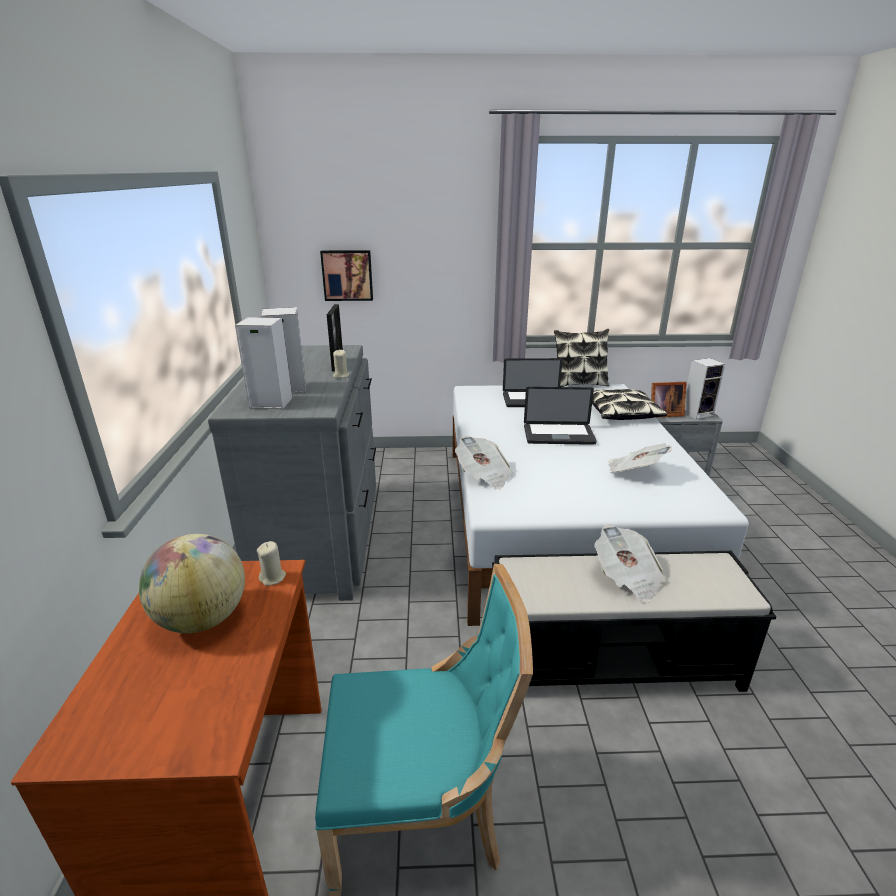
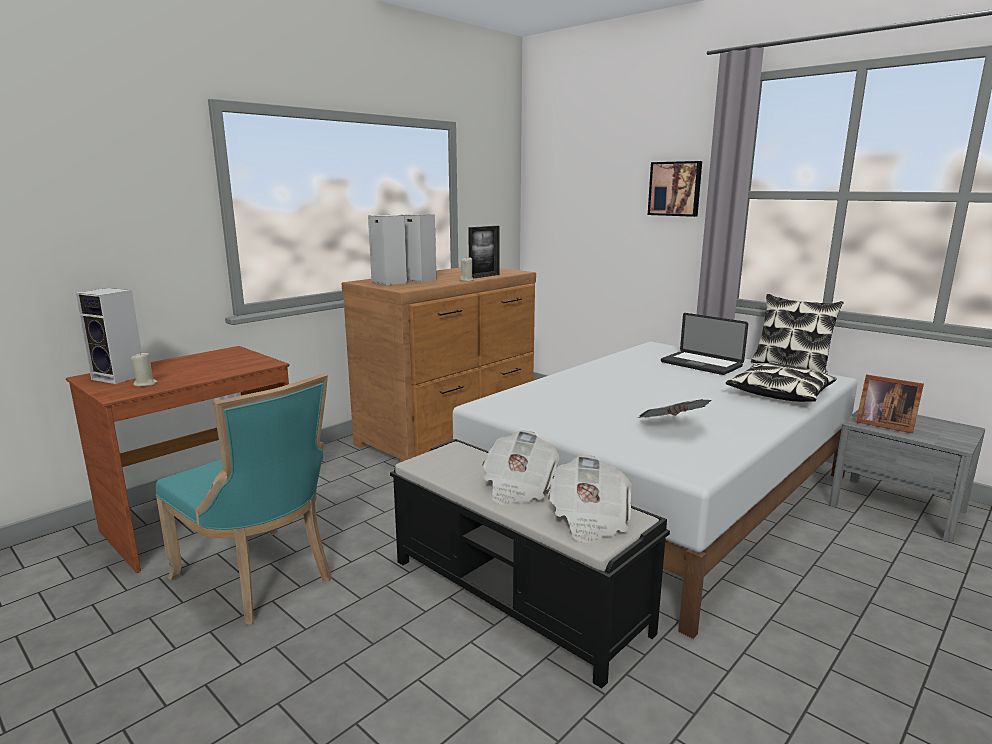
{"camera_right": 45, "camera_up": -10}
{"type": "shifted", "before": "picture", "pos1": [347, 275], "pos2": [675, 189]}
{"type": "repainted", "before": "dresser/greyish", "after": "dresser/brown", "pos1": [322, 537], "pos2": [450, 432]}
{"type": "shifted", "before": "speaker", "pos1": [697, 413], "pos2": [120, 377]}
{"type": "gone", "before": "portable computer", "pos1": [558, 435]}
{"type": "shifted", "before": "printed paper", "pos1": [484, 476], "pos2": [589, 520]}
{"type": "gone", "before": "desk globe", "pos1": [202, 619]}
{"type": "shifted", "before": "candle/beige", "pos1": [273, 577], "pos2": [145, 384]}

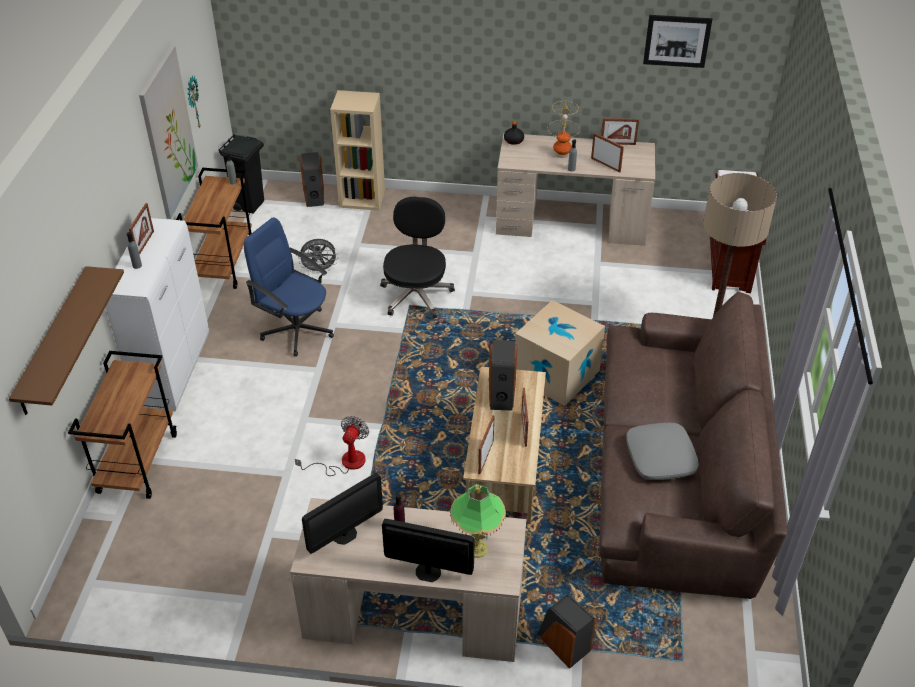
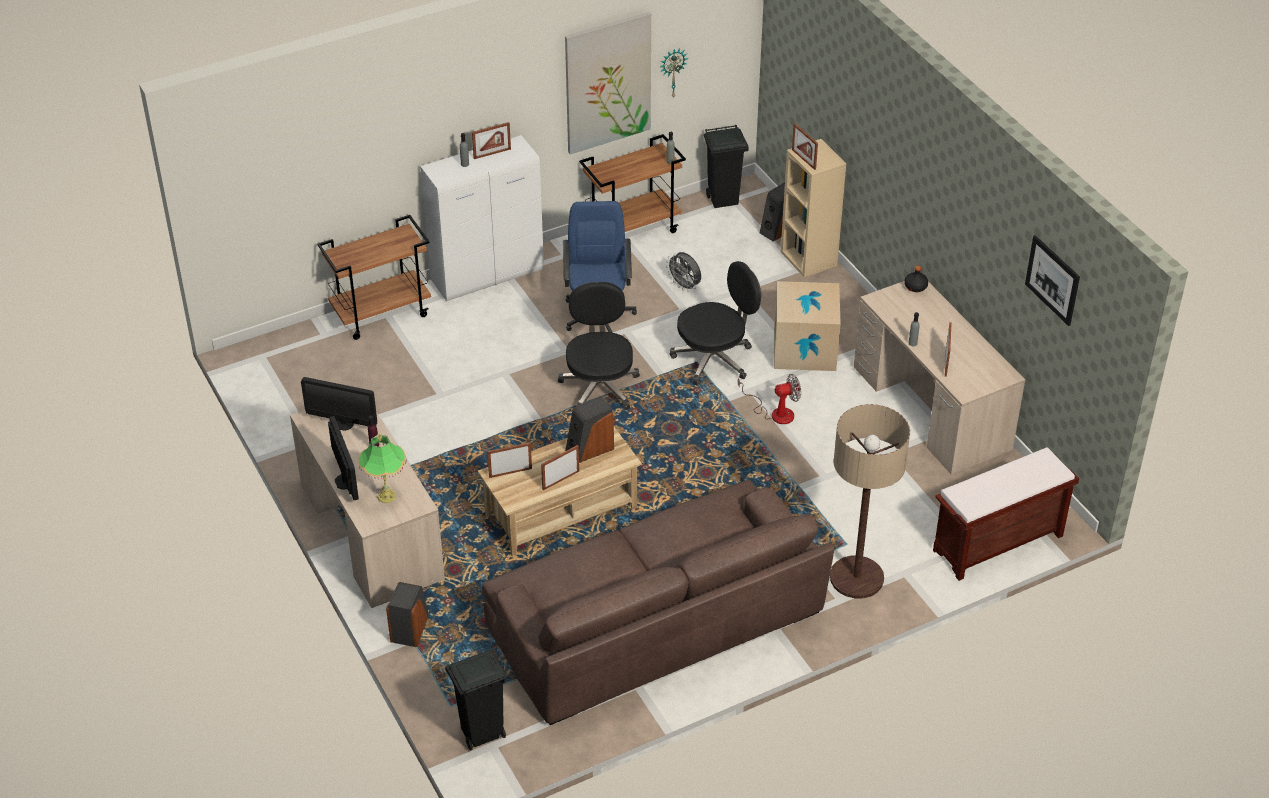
{"camera_right": 55, "camera_up": 0}
{"type": "gone", "before": "table lamp", "pos1": [562, 154]}
{"type": "shifted", "before": "standing frame", "pos1": [618, 144], "pos2": [803, 159]}
{"type": "gone", "before": "bracket shelf/brown", "pos1": [53, 341]}
{"type": "shifted", "before": "carton", "pos1": [556, 375], "pos2": [804, 349]}
{"type": "shifted", "before": "electric fan", "pos1": [344, 462], "pos2": [775, 412]}
{"type": "gone", "before": "throw pillow/greyish", "pos1": [661, 457]}
{"type": "new", "after": "computer chair/black", "pos2": [599, 386]}
{"type": "new", "after": "rubbish bin/black", "pos2": [481, 734]}

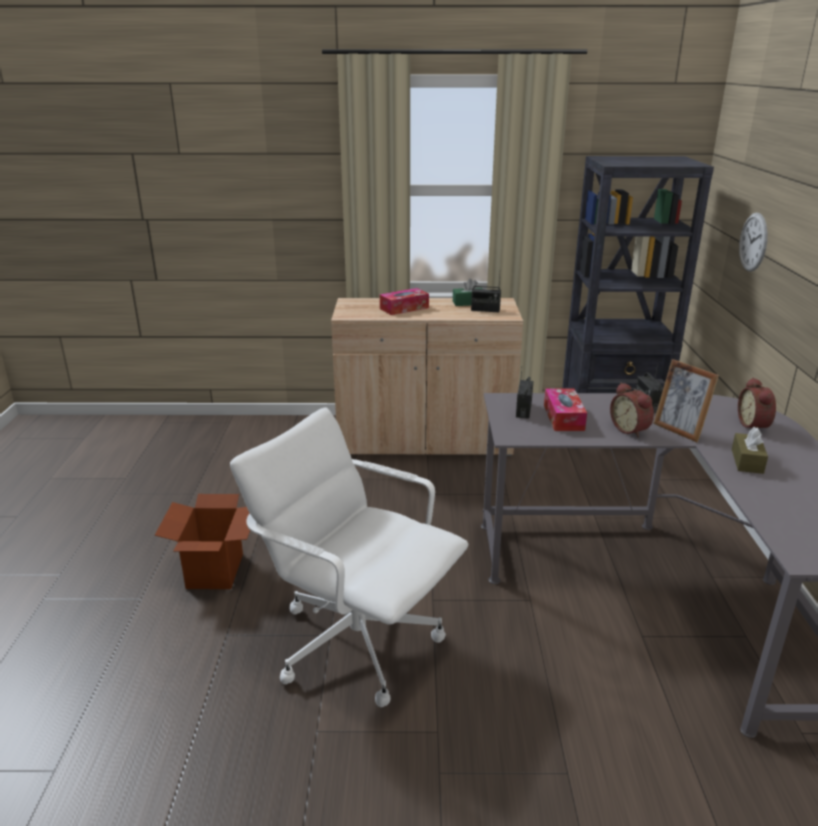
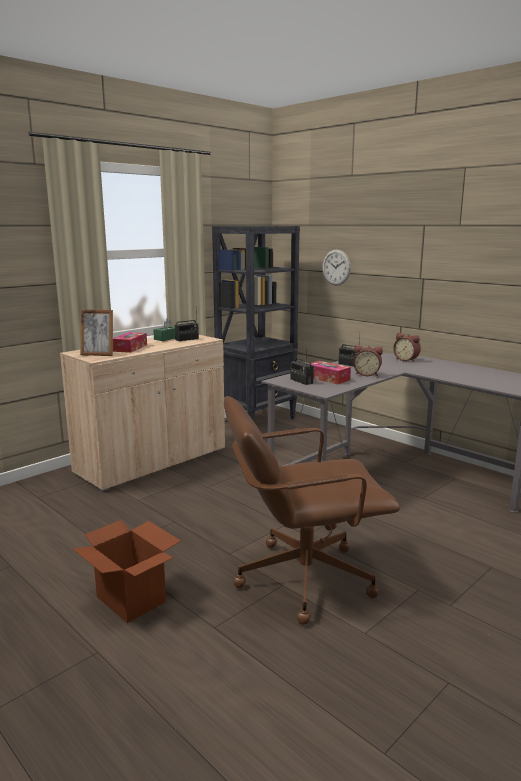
{"camera_right": -45, "camera_up": -10}
{"type": "shifted", "before": "standing frame", "pos1": [679, 430], "pos2": [98, 354]}
{"type": "repainted", "before": "computer chair/white-coloured", "after": "computer chair/brown", "pos1": [357, 640], "pos2": [303, 577]}
{"type": "gone", "before": "tissue box/brown", "pos1": [747, 461]}

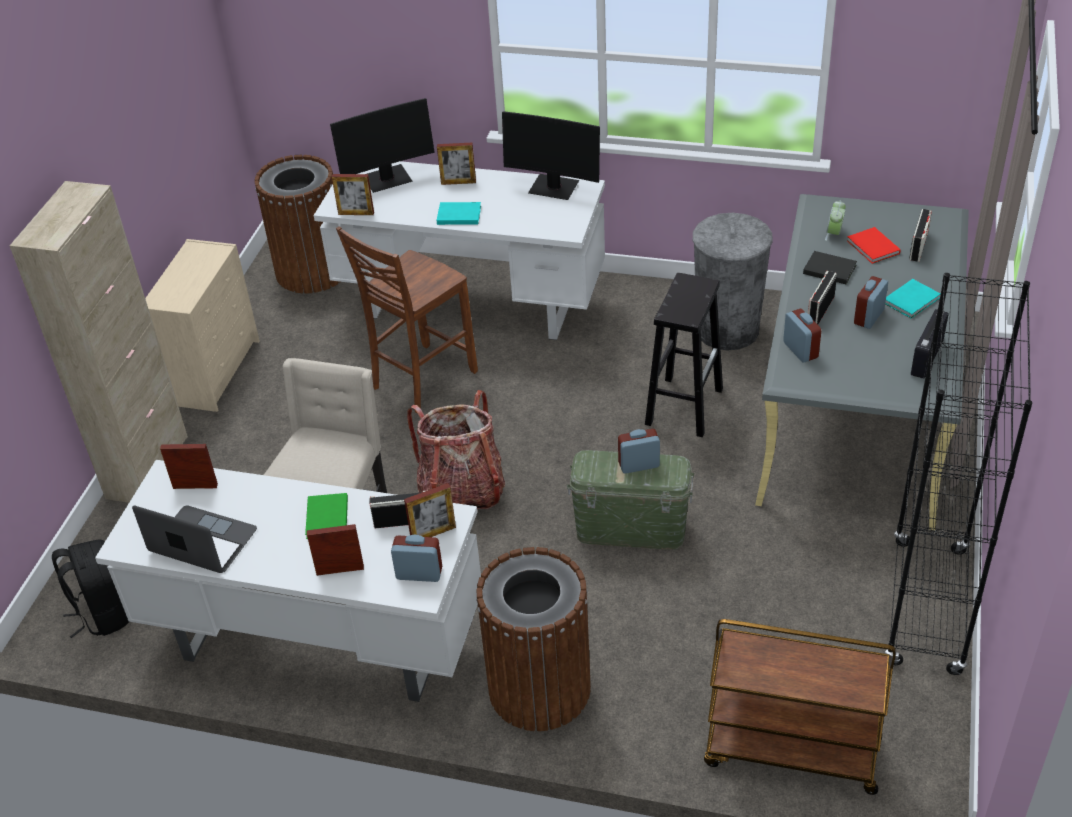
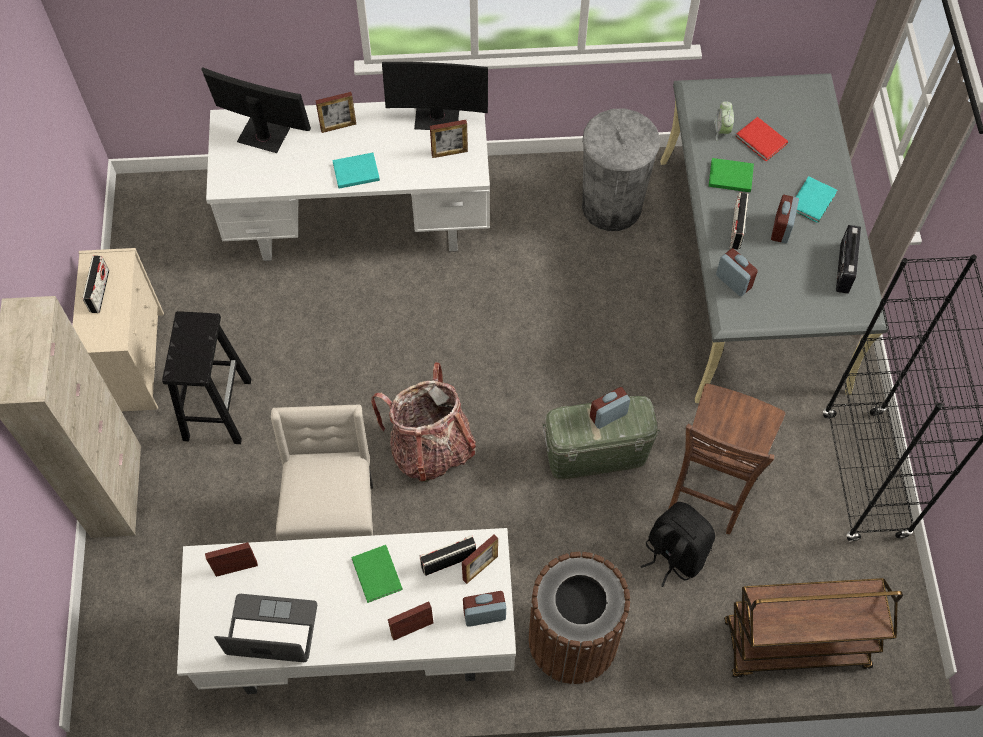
{"camera_right": -20, "camera_up": 20}
{"type": "rotated", "before": "computer display", "pos1": [387, 179], "pos2": [263, 136], "turn": -120}
{"type": "gone", "before": "rubbish bin/brown", "pos1": [312, 270]}
{"type": "shifted", "before": "standing frame", "pos1": [356, 213], "pos2": [449, 153]}
{"type": "shifted", "before": "radio", "pos1": [918, 246], "pos2": [99, 291]}
{"type": "shifted", "before": "chair/brown", "pos1": [421, 380], "pos2": [710, 488]}
{"type": "repainted", "before": "bound book/black", "after": "bound book/green", "pos1": [828, 269], "pos2": [729, 175]}
{"type": "shifted", "before": "sitting stool/black", "pos1": [684, 405], "pos2": [217, 408]}
{"type": "shifted", "before": "knapsack/black", "pos1": [104, 613], "pos2": [673, 554]}

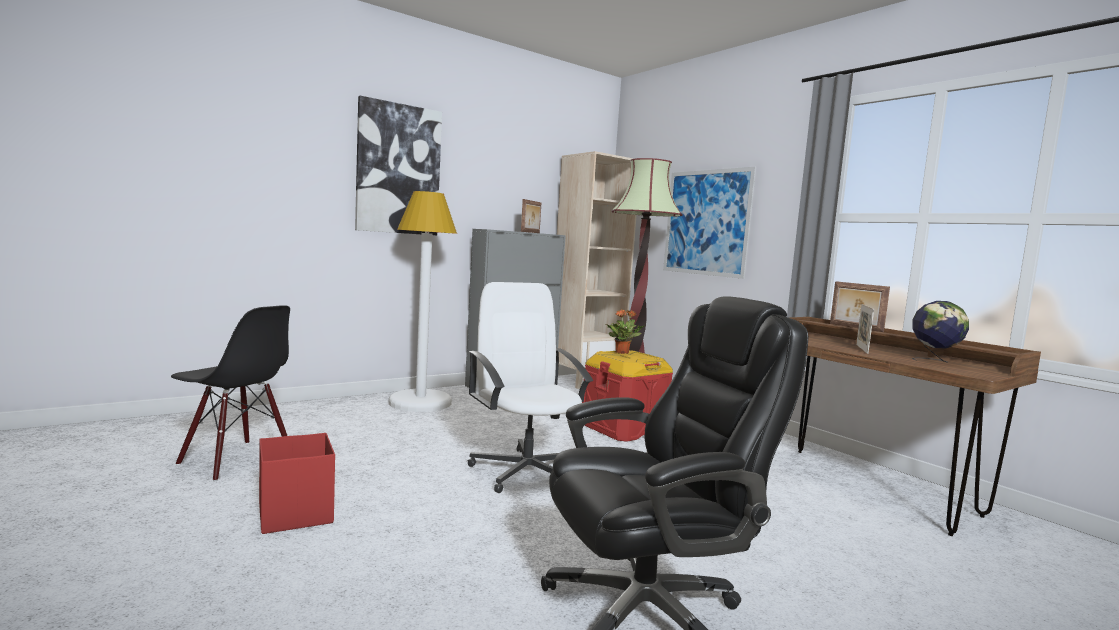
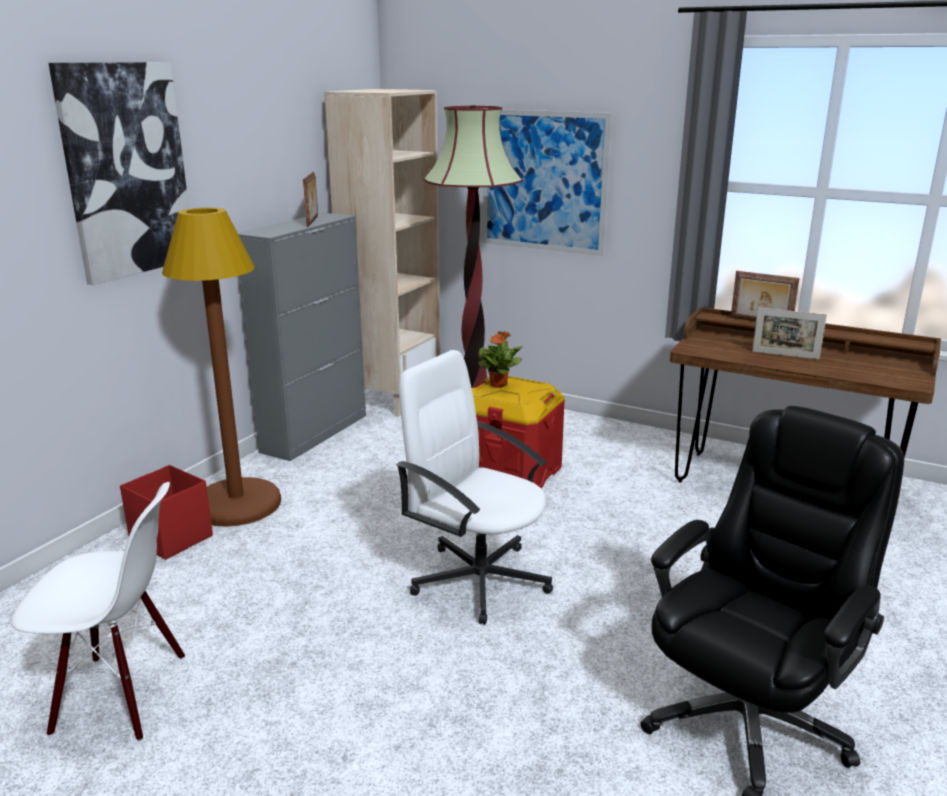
{"camera_right": -25, "camera_up": 15}
{"type": "repainted", "before": "standard lamp/white-coloured", "after": "standard lamp/brown", "pos1": [420, 402], "pos2": [237, 504]}
{"type": "gone", "before": "desk globe", "pos1": [934, 361]}
{"type": "rotated", "before": "standing frame", "pos1": [862, 349], "pos2": [785, 355], "turn": -60}
{"type": "repainted", "before": "chair/black", "after": "chair/white-coloured", "pos1": [235, 460], "pos2": [120, 695]}
{"type": "shifted", "before": "storage container/red-coloured", "pos1": [296, 513], "pos2": [171, 538]}

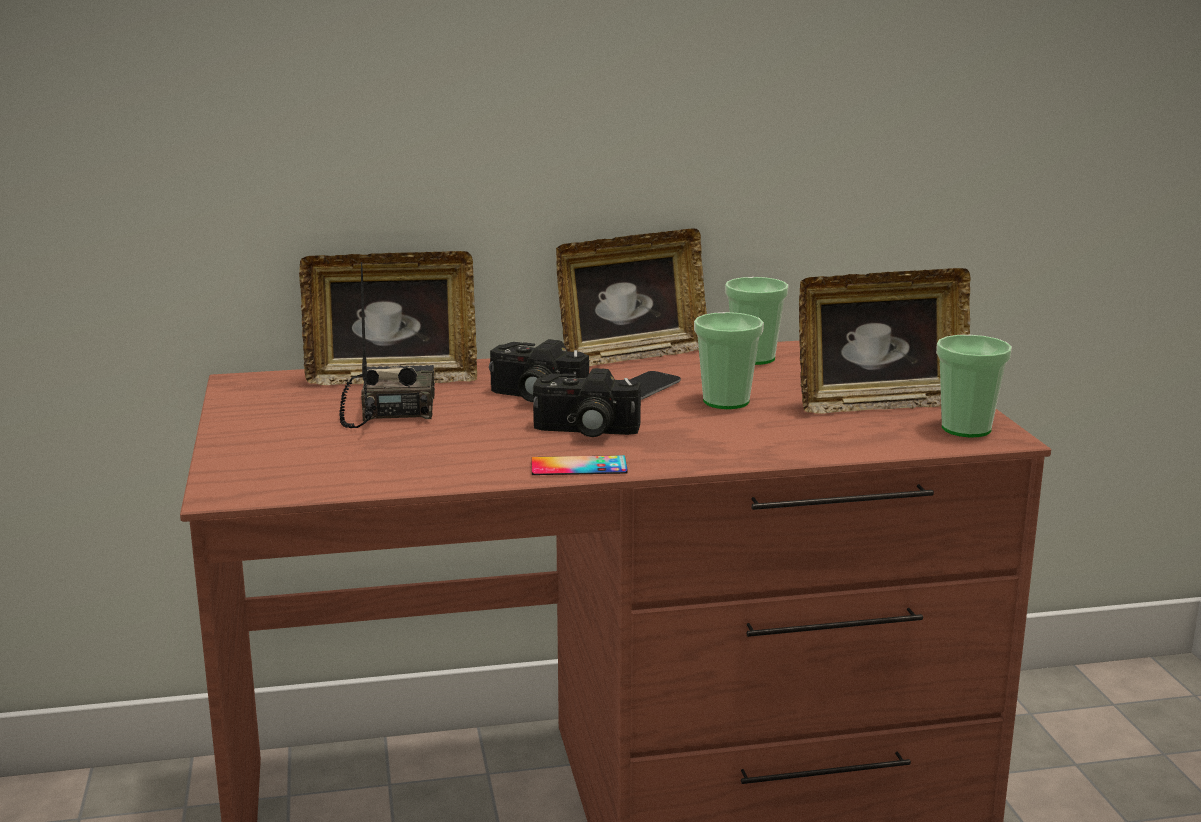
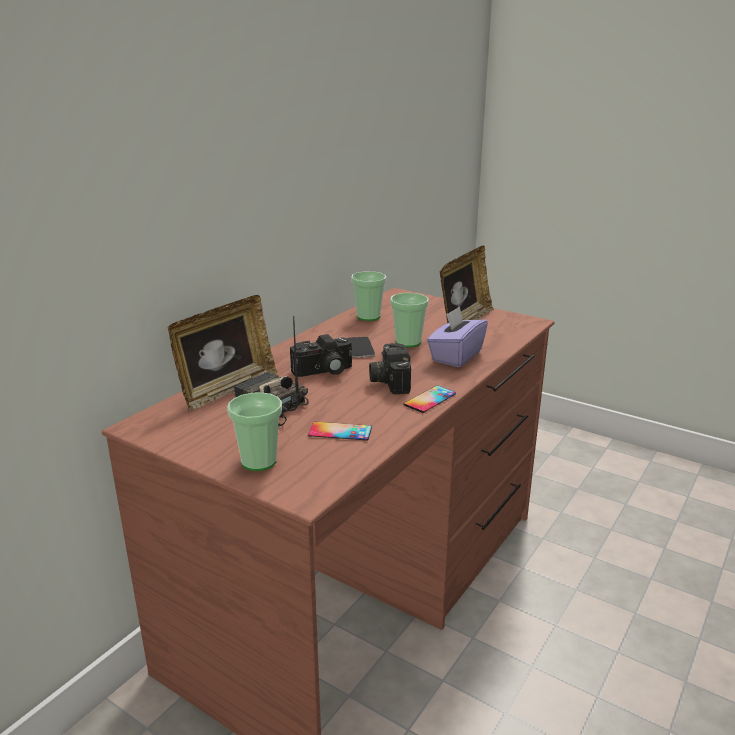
{"camera_right": -45, "camera_up": 5}
{"type": "gone", "before": "standing frame", "pos1": [632, 355]}
{"type": "shifted", "before": "drinking cup", "pos1": [966, 429], "pos2": [258, 461]}
{"type": "rotated", "before": "still camera", "pos1": [584, 431], "pos2": [388, 380], "turn": 120}
{"type": "new", "after": "tissue box/purplish", "pos2": [456, 356]}
{"type": "new", "after": "handset", "pos2": [340, 431]}

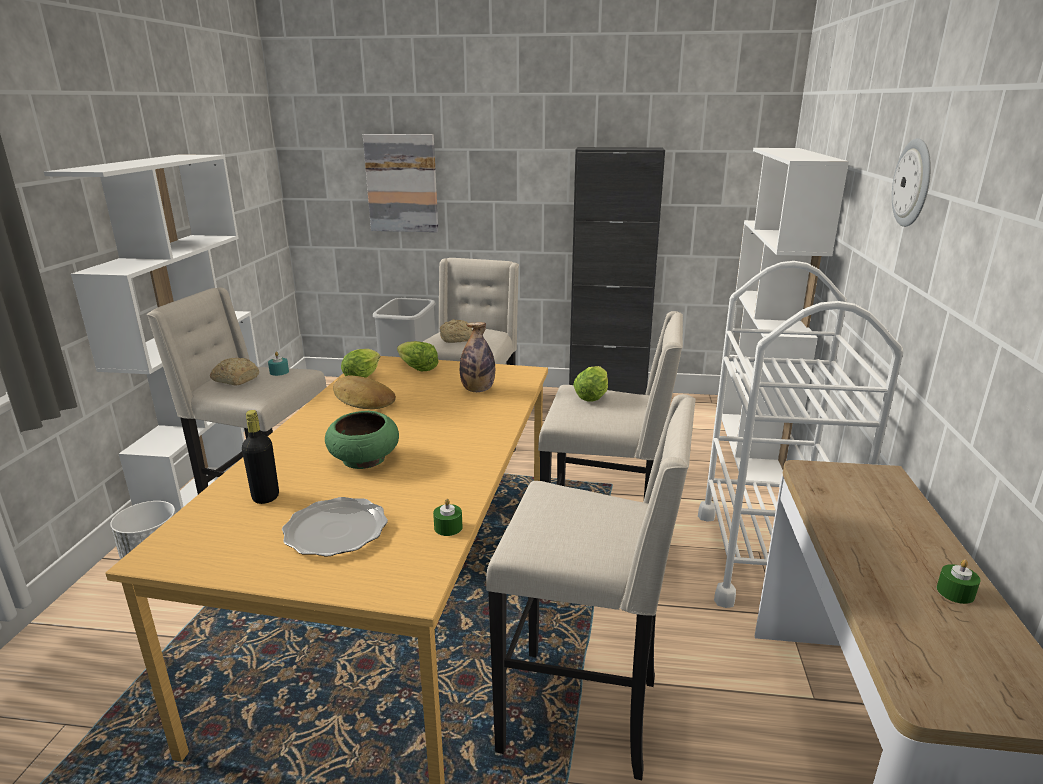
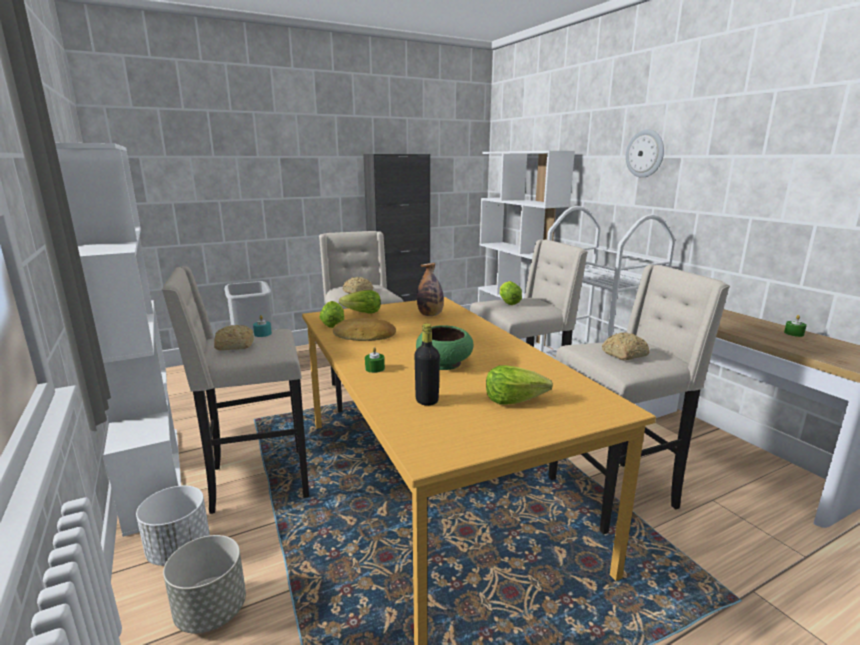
{"camera_right": -35, "camera_up": -5}
{"type": "gone", "before": "picture", "pos1": [402, 183]}
{"type": "swapped", "before": "plate", "after": "head of lettuce", "pos1": [336, 530], "pos2": [514, 400]}
{"type": "shifted", "before": "candle/green", "pos1": [448, 527], "pos2": [375, 368]}
{"type": "new", "after": "bread", "pos2": [623, 355]}
{"type": "new", "after": "flower pot/greyish", "pos2": [210, 611]}

